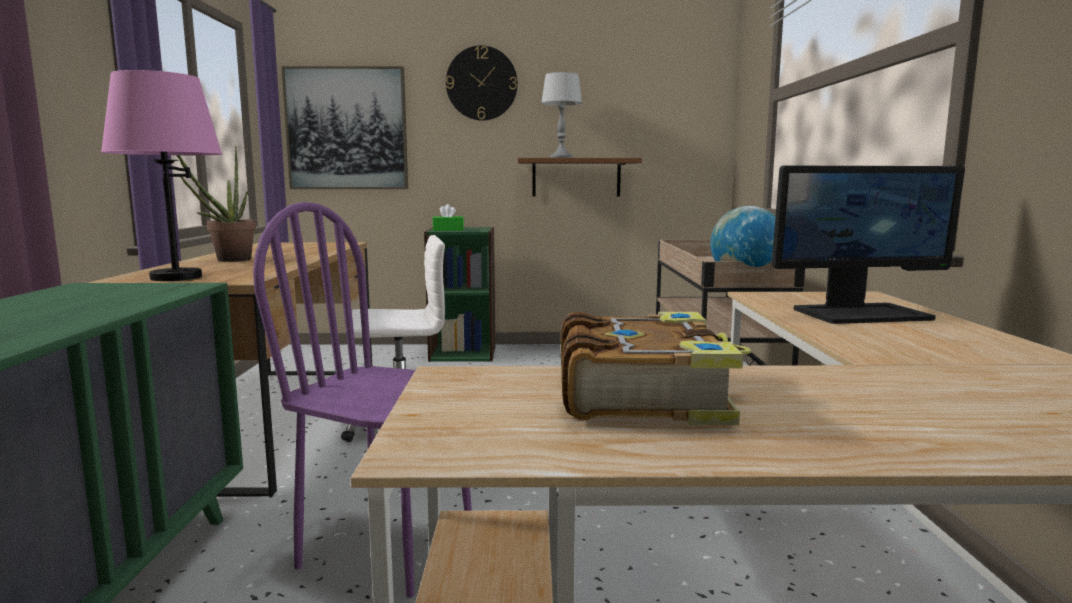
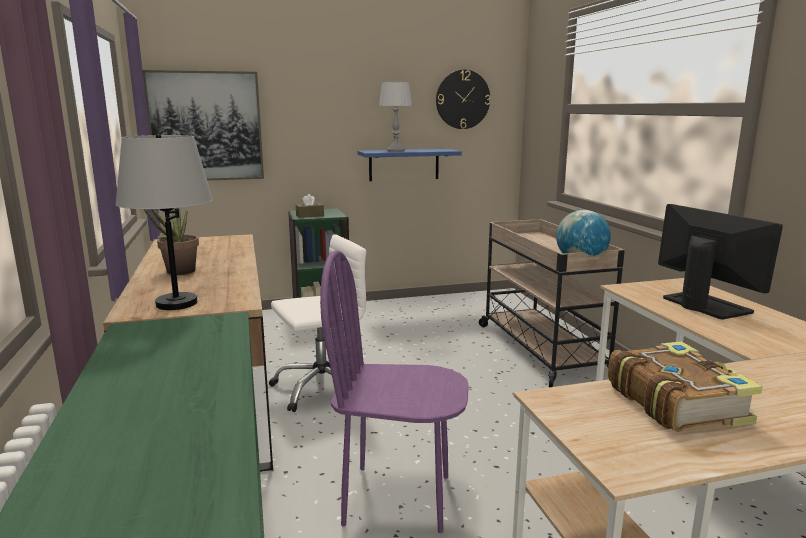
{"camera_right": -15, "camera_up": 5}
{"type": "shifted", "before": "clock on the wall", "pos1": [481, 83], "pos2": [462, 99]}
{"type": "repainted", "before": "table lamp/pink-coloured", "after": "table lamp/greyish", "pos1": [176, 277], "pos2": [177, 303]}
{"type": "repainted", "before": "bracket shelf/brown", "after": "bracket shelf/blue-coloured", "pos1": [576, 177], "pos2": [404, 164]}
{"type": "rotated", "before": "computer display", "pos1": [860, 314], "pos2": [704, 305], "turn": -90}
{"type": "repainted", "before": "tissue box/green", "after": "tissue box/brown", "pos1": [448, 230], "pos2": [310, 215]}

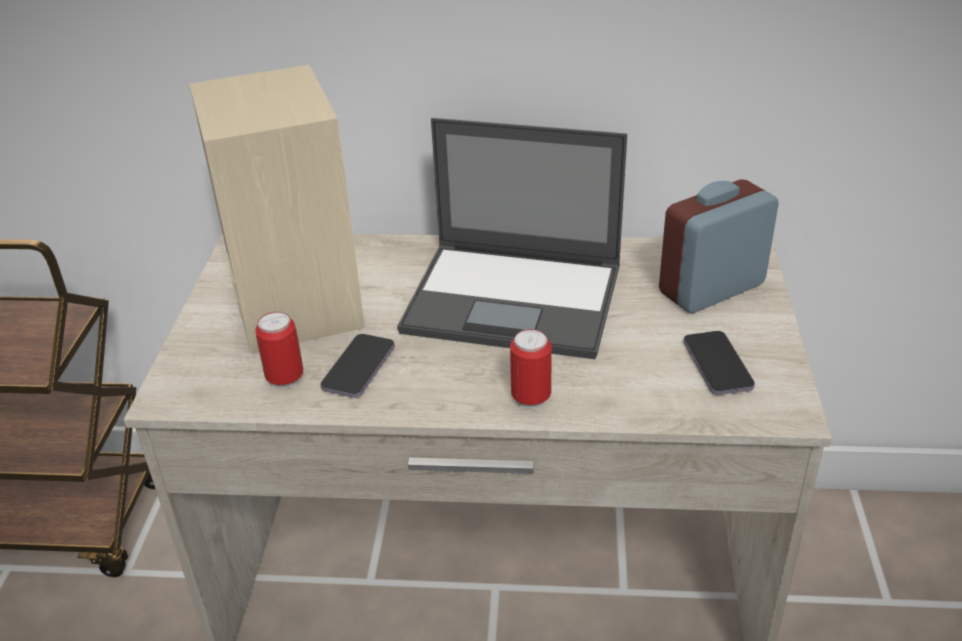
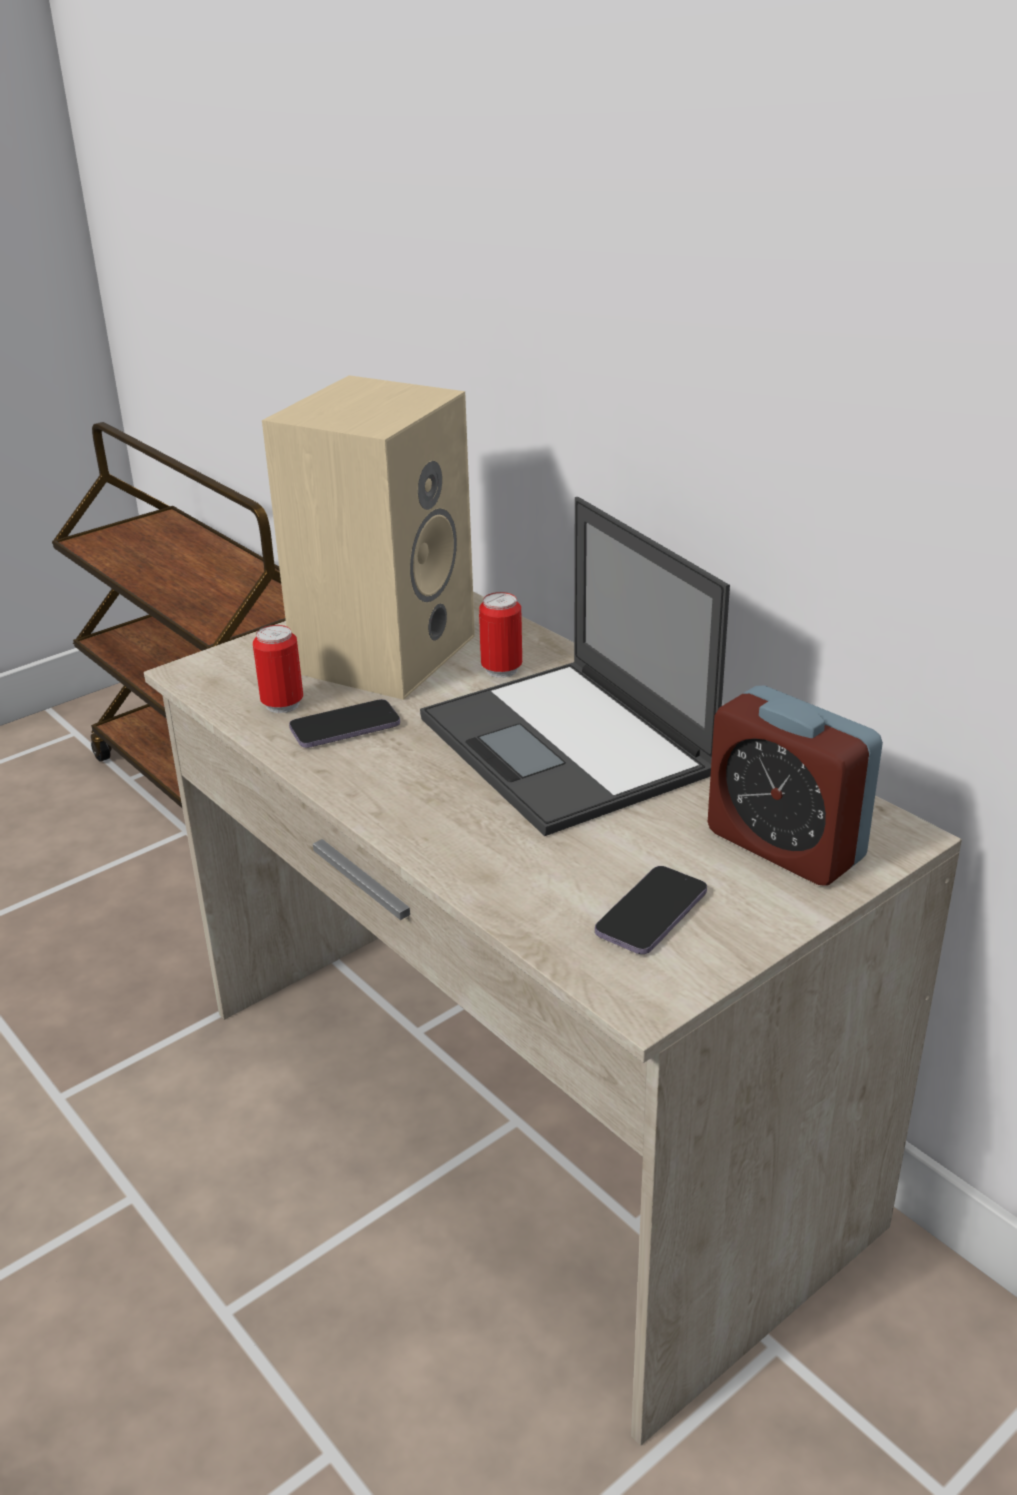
{"camera_right": 45, "camera_up": -5}
{"type": "rotated", "before": "alarm clock", "pos1": [711, 288], "pos2": [785, 845], "turn": -150}
{"type": "shifted", "before": "metal can", "pos1": [531, 398], "pos2": [501, 670]}

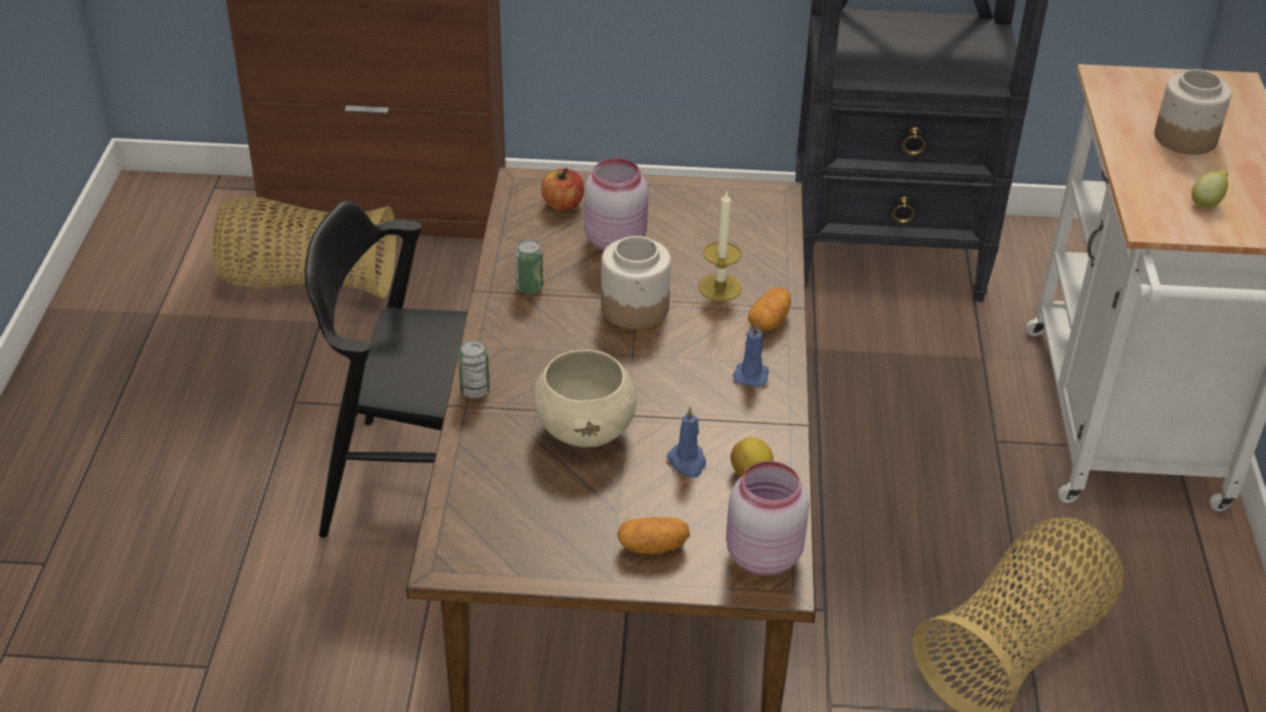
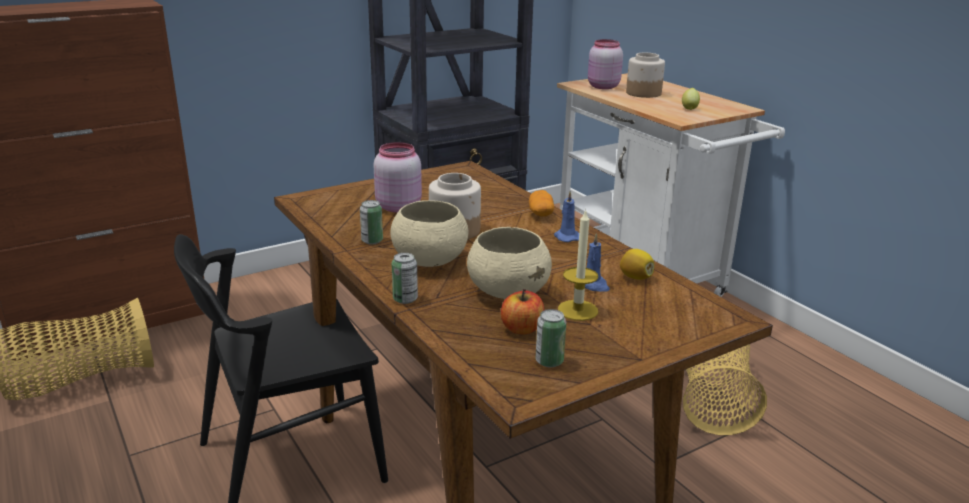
{"camera_right": -35, "camera_up": -15}
{"type": "shifted", "before": "apple", "pos1": [562, 204], "pos2": [522, 329]}
{"type": "shifted", "before": "candle", "pos1": [720, 287], "pos2": [577, 310]}
{"type": "shifted", "before": "storage jar/pink-coloured", "pos1": [761, 554], "pos2": [602, 86]}
{"type": "gone", "before": "potato", "pos1": [653, 546]}
{"type": "new", "after": "bowl/beige", "pos2": [429, 261]}
{"type": "new", "after": "metal can", "pos2": [549, 361]}

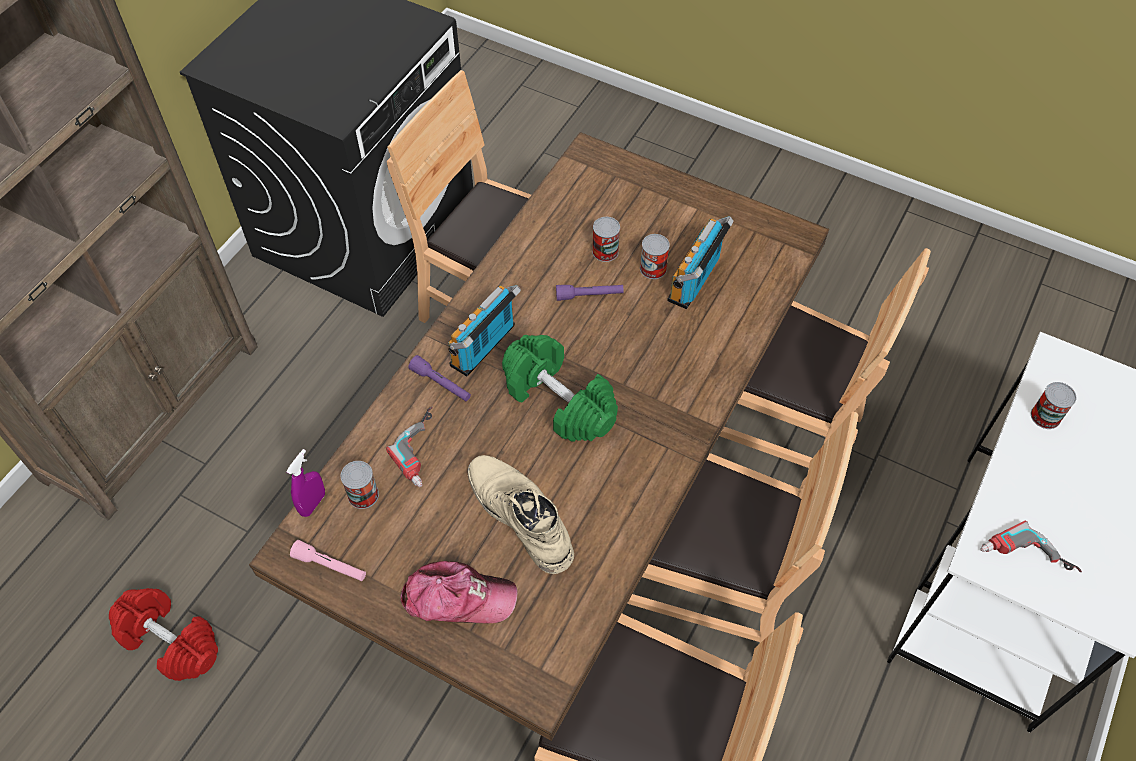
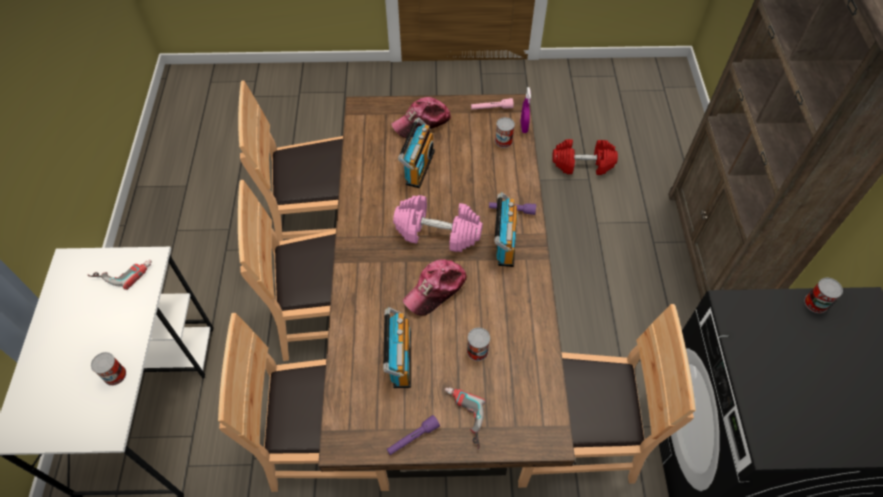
{"camera_right": 150, "camera_up": 0}
{"type": "shifted", "before": "metal can", "pos1": [653, 268], "pos2": [816, 303]}
{"type": "shifted", "before": "flashlight/purplish", "pos1": [589, 295], "pos2": [412, 438]}
{"type": "repainted", "before": "hand weight/green", "after": "hand weight/pink-coloured", "pos1": [558, 401], "pos2": [438, 232]}
{"type": "shifted", "before": "drill", "pos1": [425, 450], "pos2": [461, 418]}
{"type": "swapped", "before": "boot/beige", "after": "radio", "pos1": [520, 515], "pos2": [417, 167]}
{"type": "new", "after": "cap", "pos2": [436, 289]}

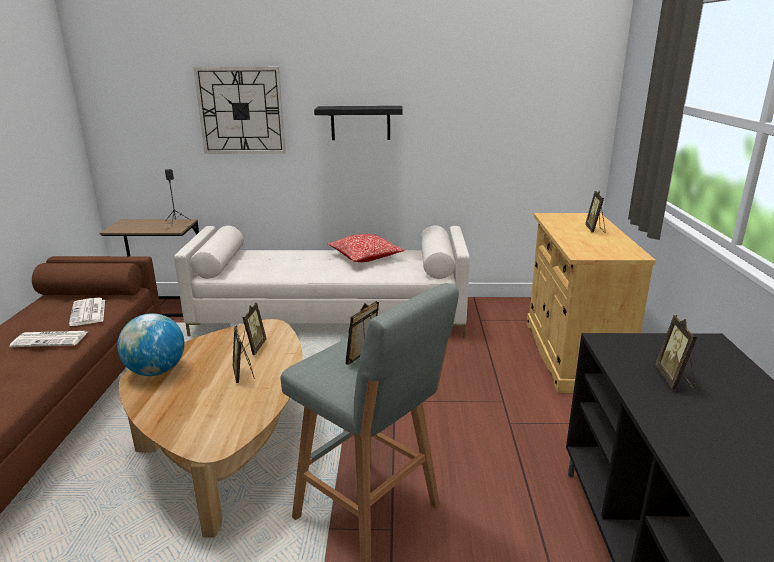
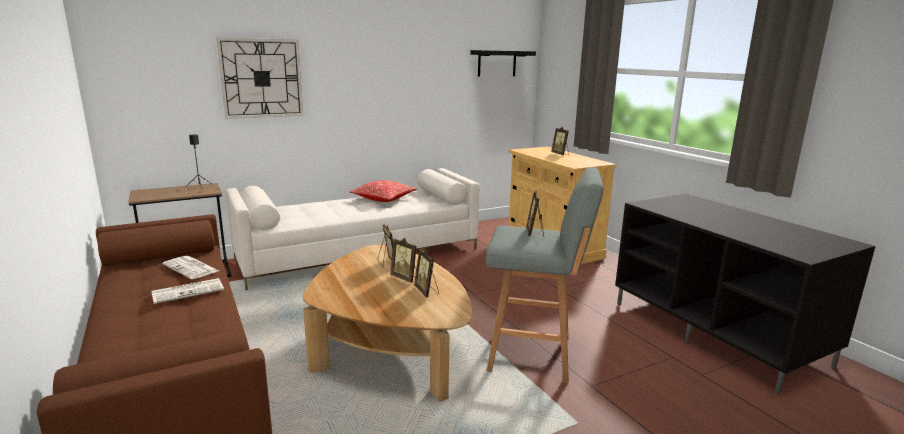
{"camera_right": -30, "camera_up": -5}
{"type": "shifted", "before": "bracket shelf/black", "pos1": [360, 123], "pos2": [497, 63]}
{"type": "gone", "before": "desk globe", "pos1": [156, 371]}
{"type": "shifted", "before": "standing frame", "pos1": [674, 379], "pos2": [427, 291]}

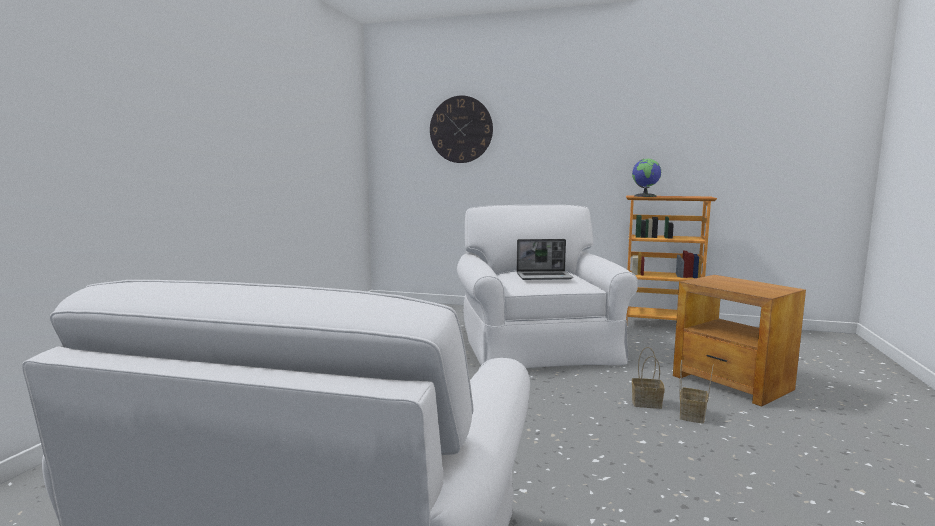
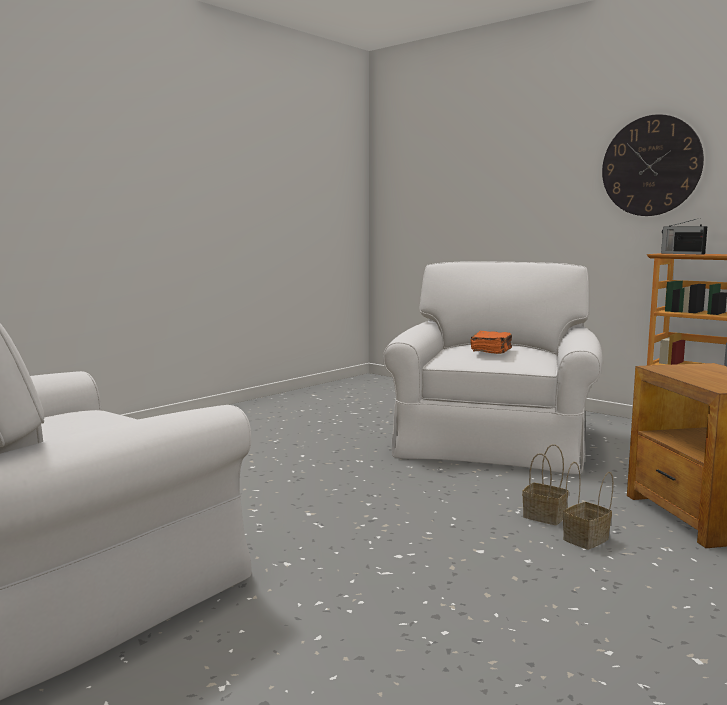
{"camera_right": 25, "camera_up": 0}
{"type": "shifted", "before": "clock on the wall", "pos1": [461, 129], "pos2": [651, 166]}
{"type": "swapped", "before": "desk globe", "after": "radio", "pos1": [645, 196], "pos2": [682, 253]}
{"type": "swapped", "before": "portable computer", "after": "bound book/orange", "pos1": [544, 276], "pos2": [492, 351]}

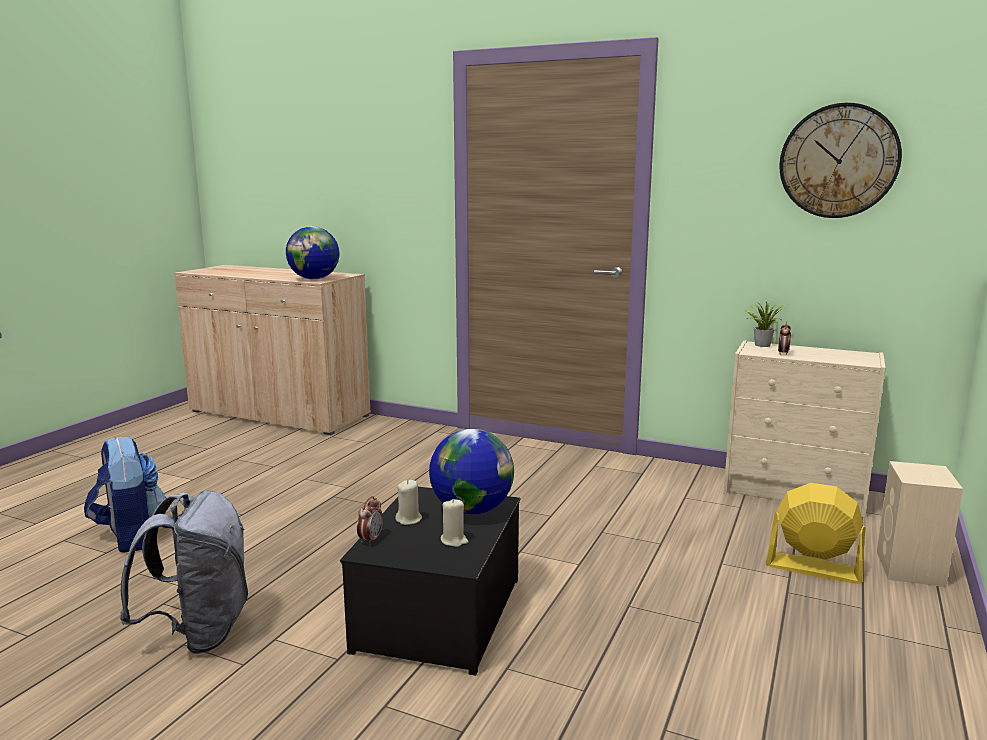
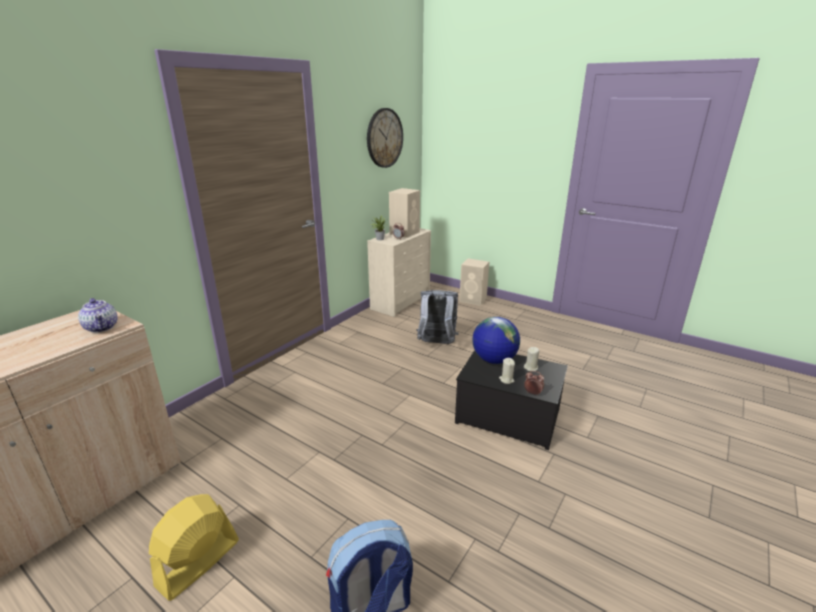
{"camera_right": -80, "camera_up": 10}
{"type": "swapped", "before": "desk globe", "after": "tea pot", "pos1": [314, 279], "pos2": [102, 327]}
{"type": "shifted", "before": "electric fan/yellowish", "pos1": [813, 568], "pos2": [198, 563]}
{"type": "shifted", "before": "knapsack/greyish", "pos1": [199, 632], "pos2": [436, 344]}
{"type": "new", "after": "speaker/beige", "pos2": [405, 233]}

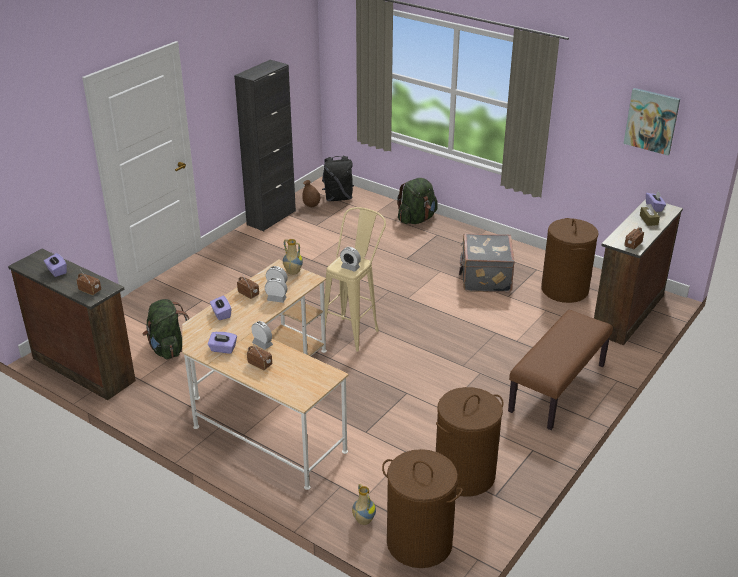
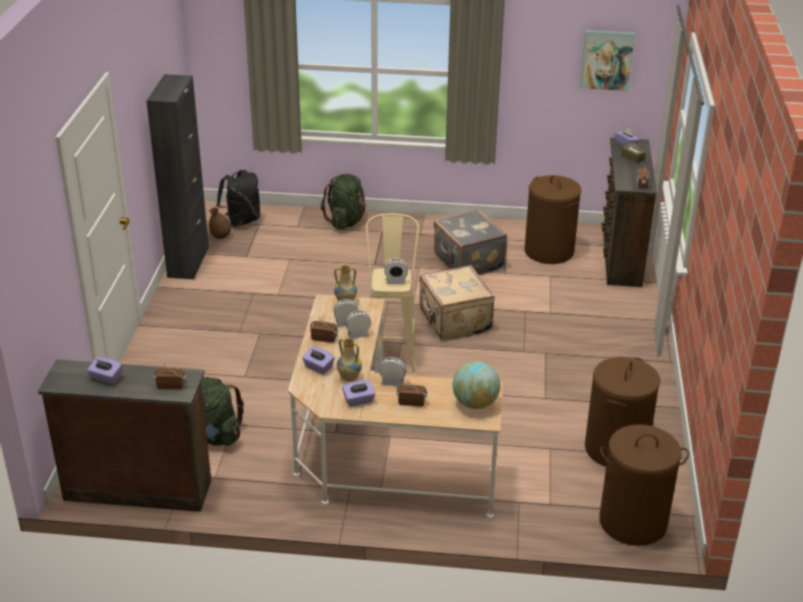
{"camera_right": -30, "camera_up": 0}
{"type": "gone", "before": "indoor bench/brown", "pos1": [558, 388]}
{"type": "shifted", "before": "flower vase", "pos1": [363, 520], "pos2": [348, 378]}
{"type": "new", "after": "travel case/beige", "pos2": [454, 321]}
{"type": "new", "after": "desk globe", "pos2": [475, 403]}

